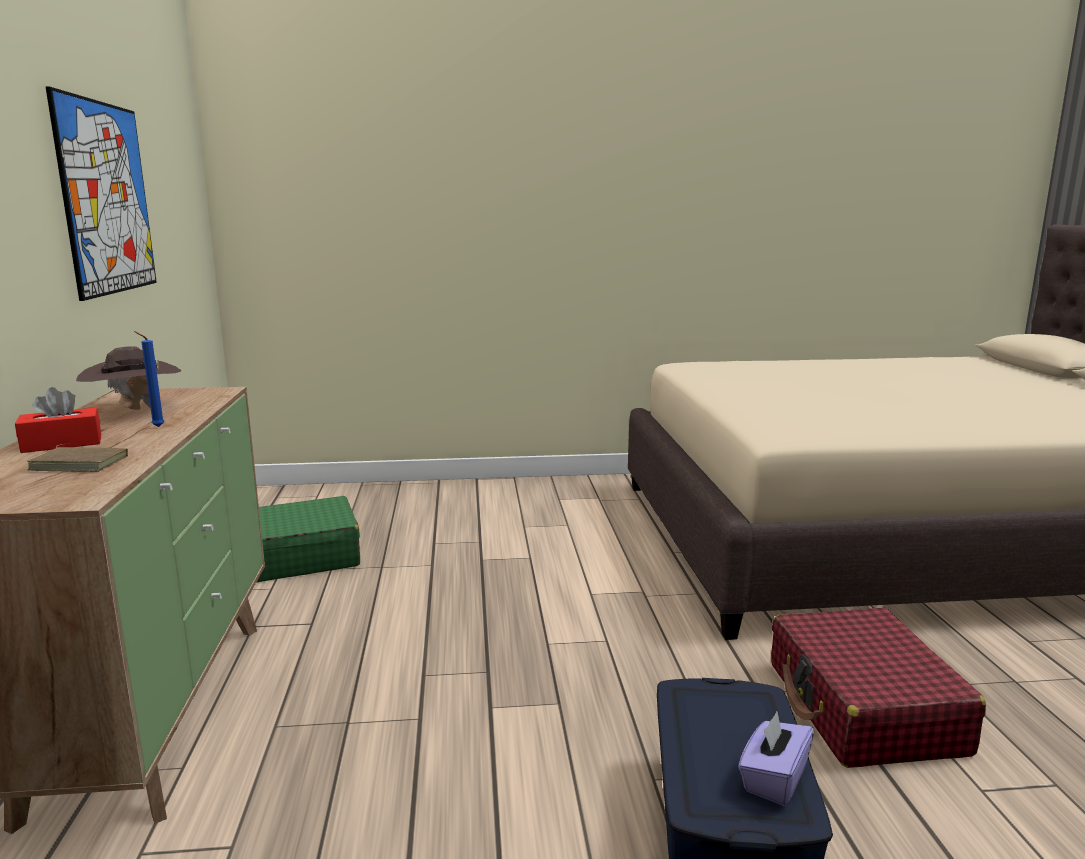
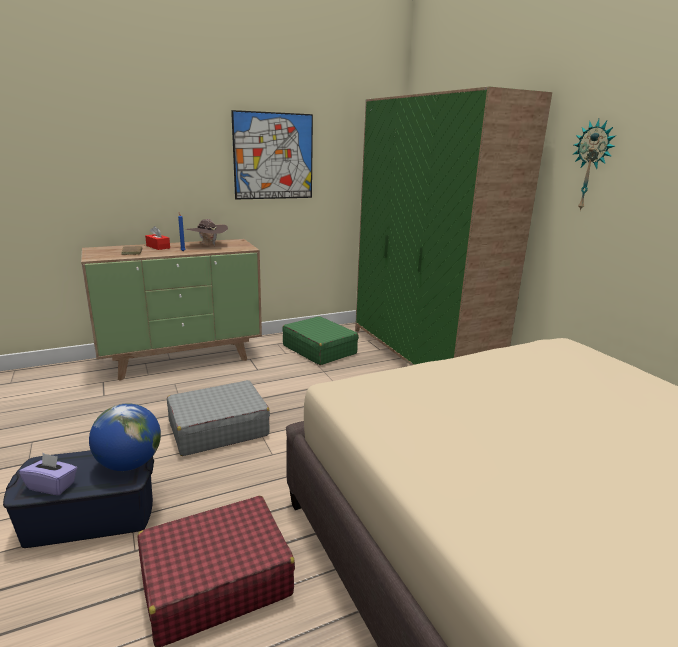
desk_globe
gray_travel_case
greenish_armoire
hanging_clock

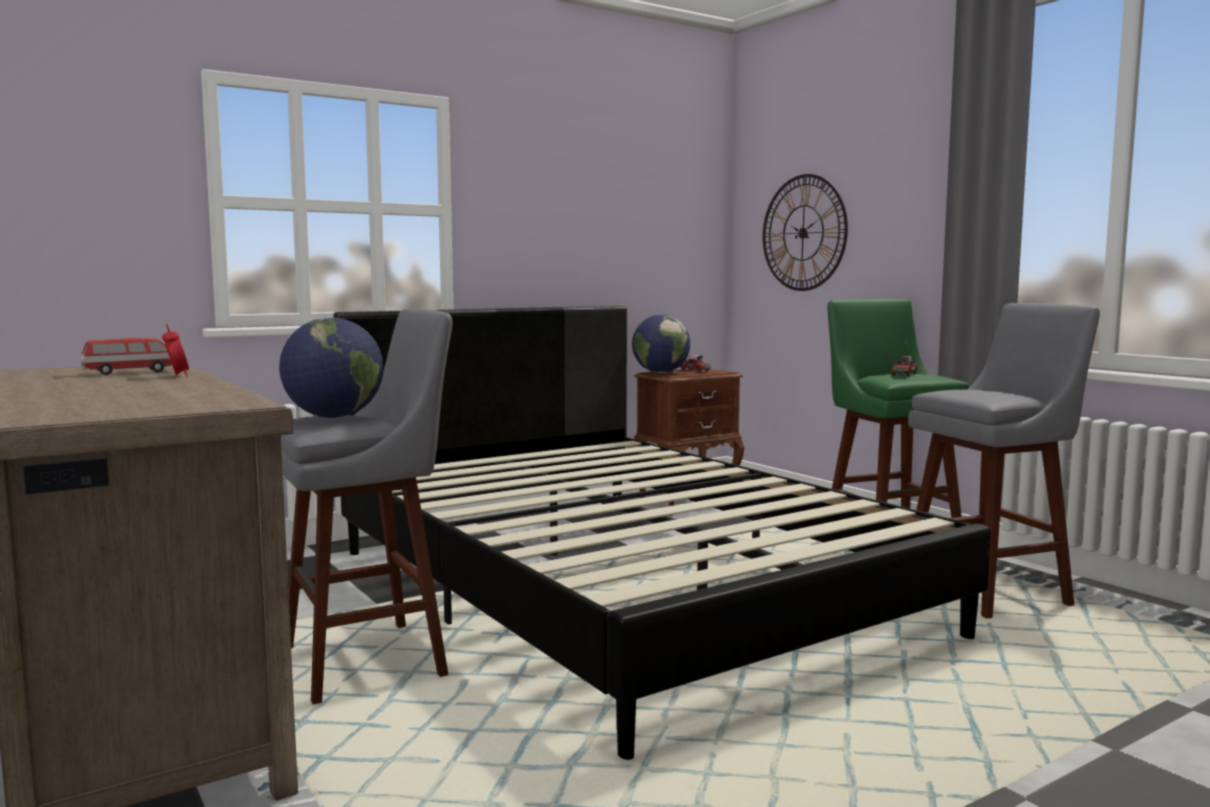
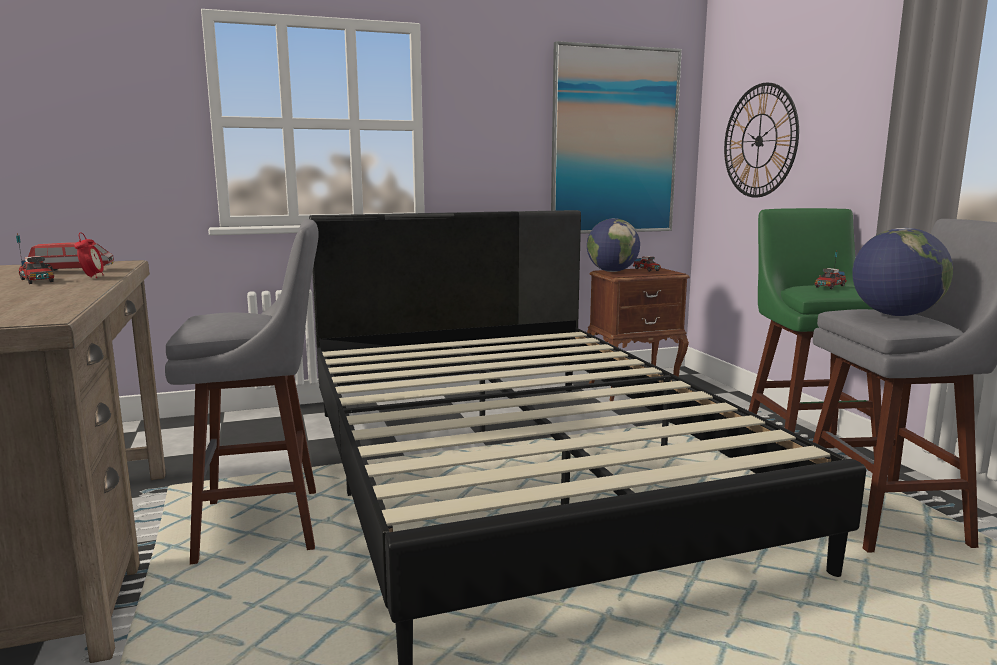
toy_truck (1st from left)
wall_picture
desk_globe (2nd from left)

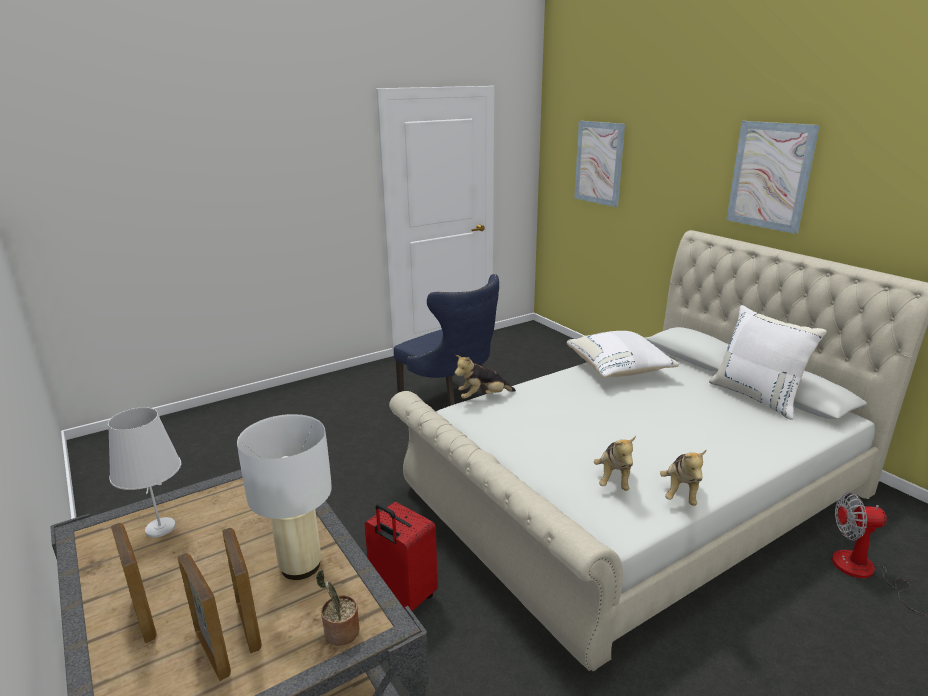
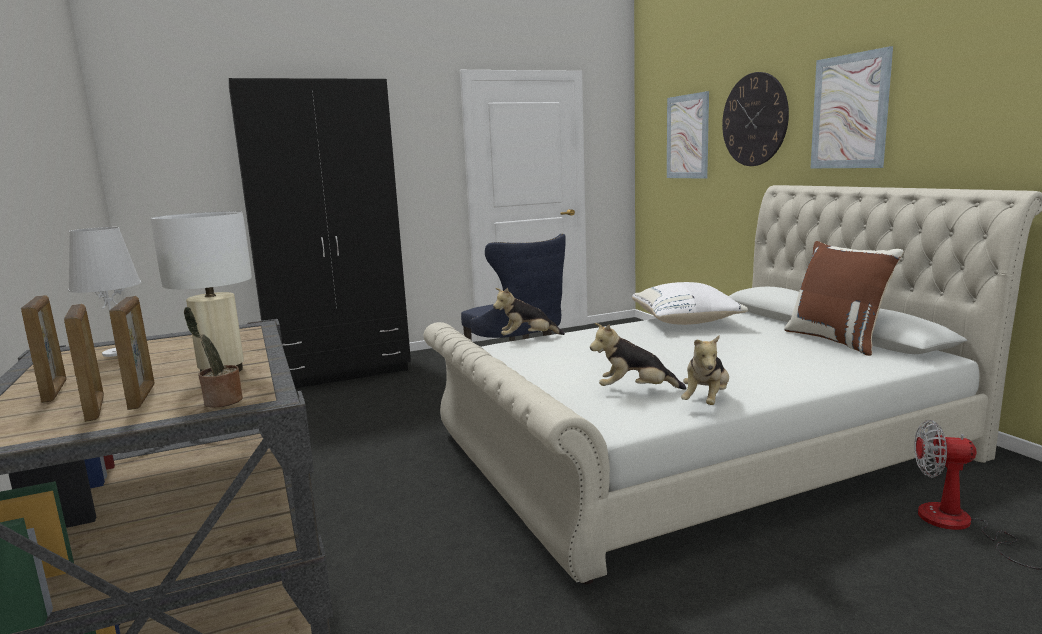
black_armoire
plush_toy (2nd from left)
hanging_clock
brownish_throw_pillow
reddish_travel_case

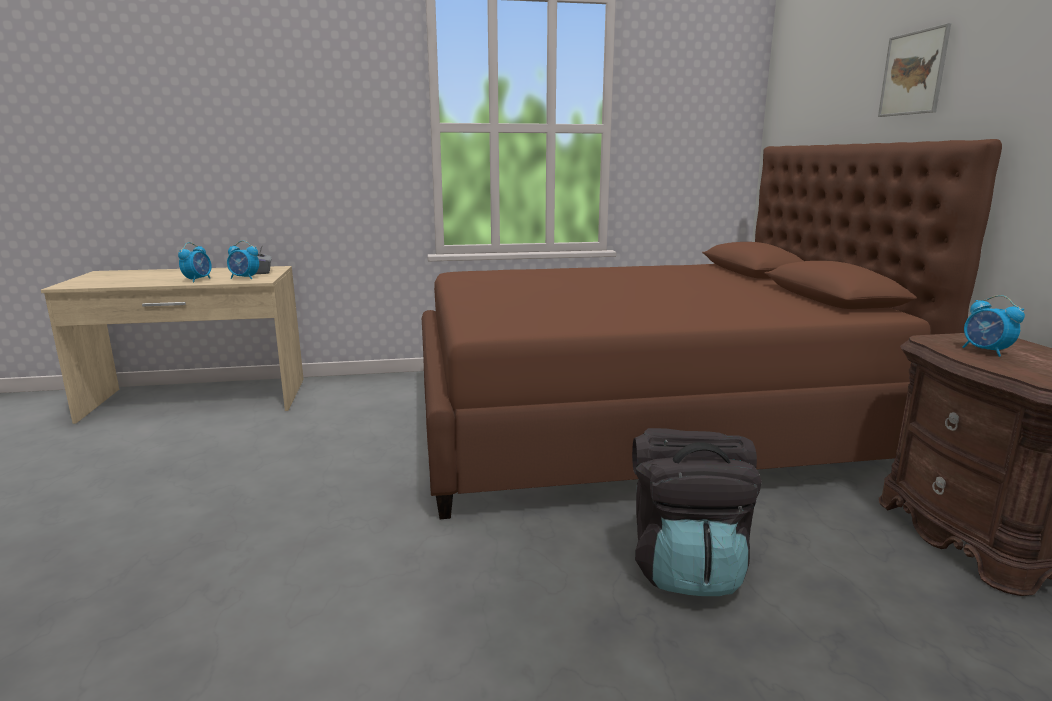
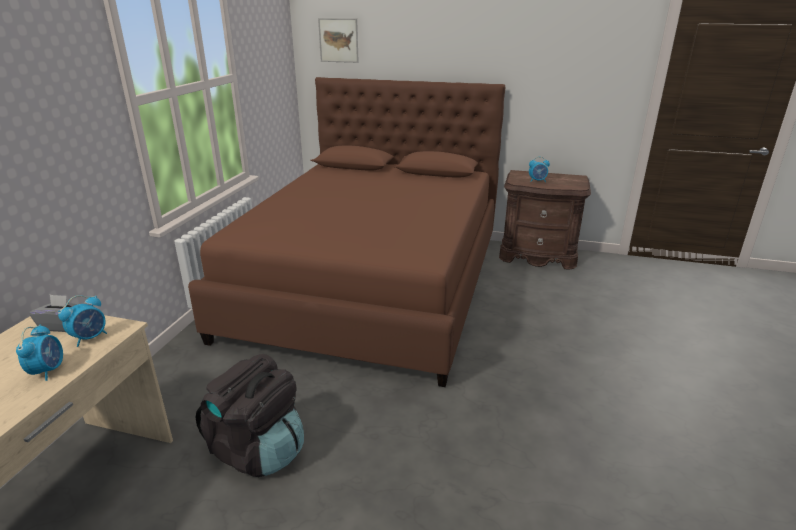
table_clock (1st from left)
black_backpack
wall_picture

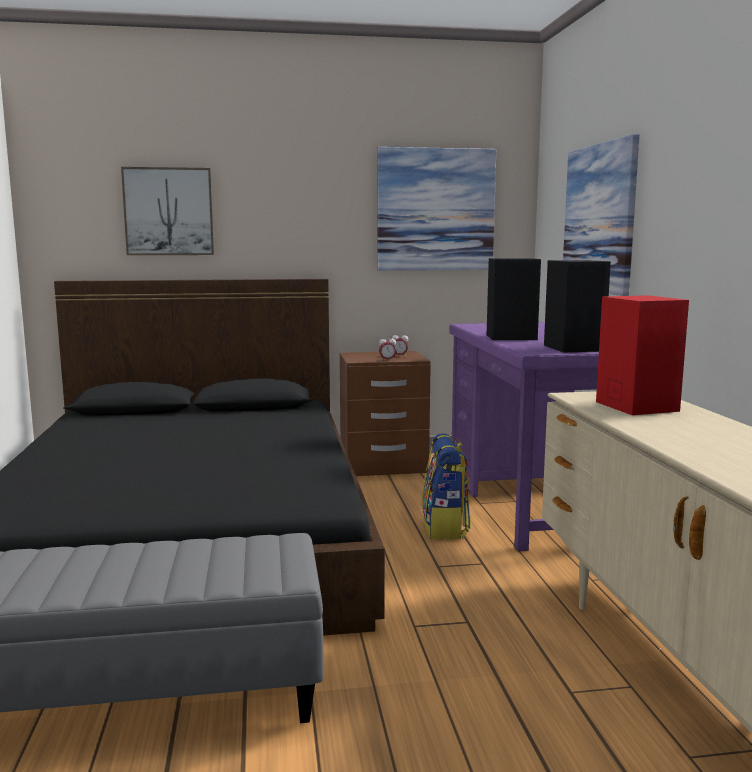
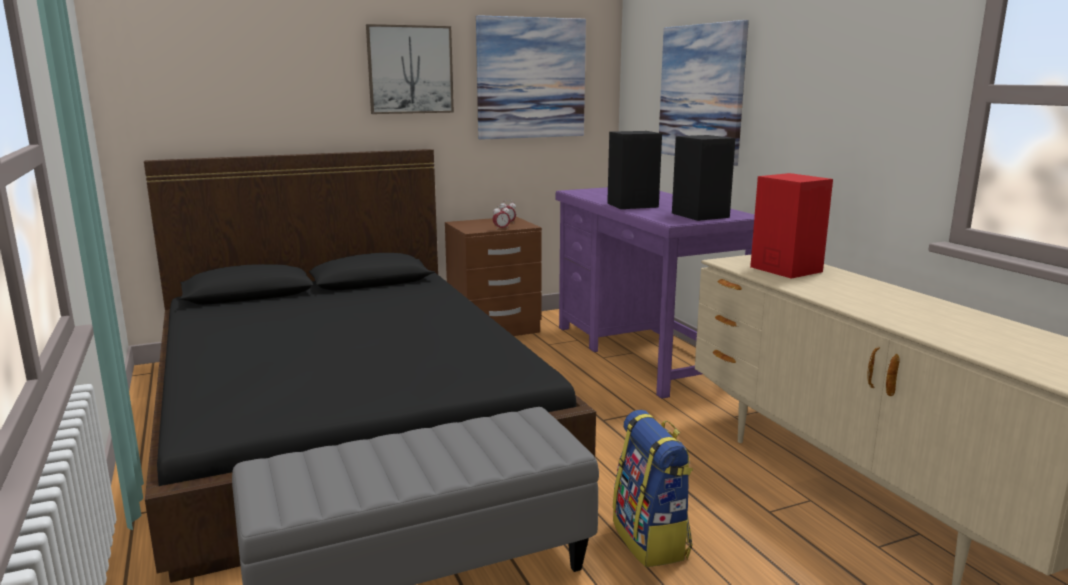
wall_picture (1st from left)
backpack

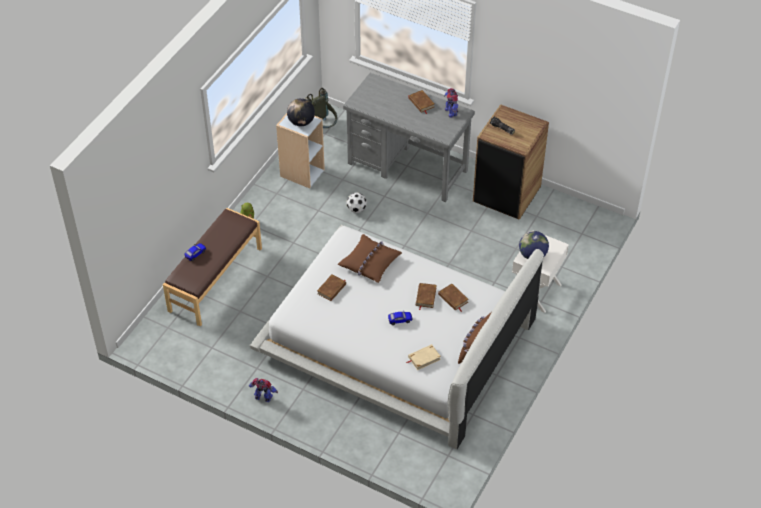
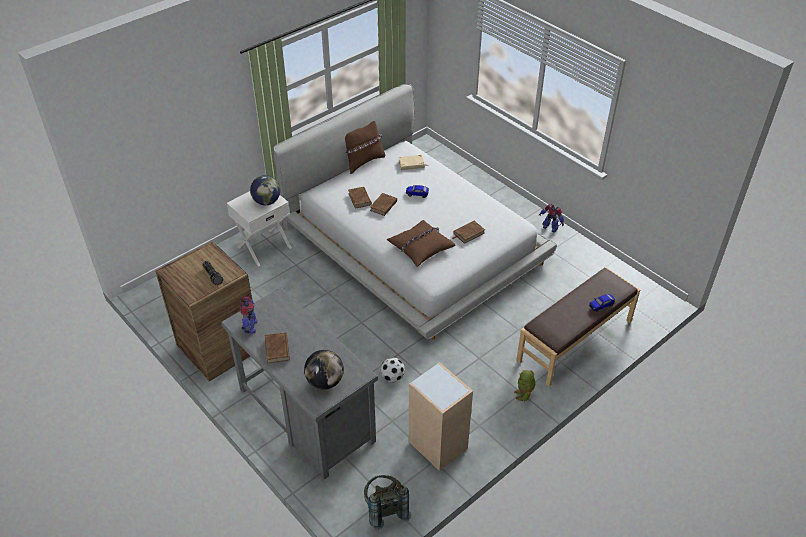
desk_globe (2nd from left)

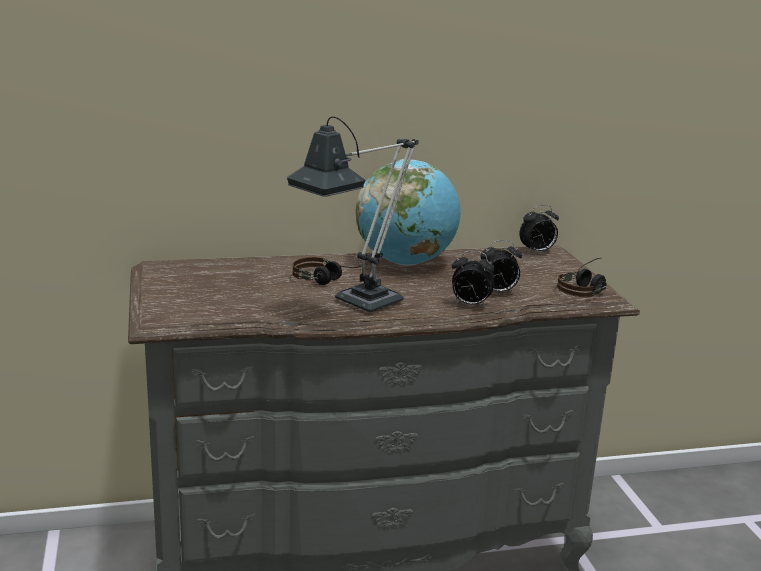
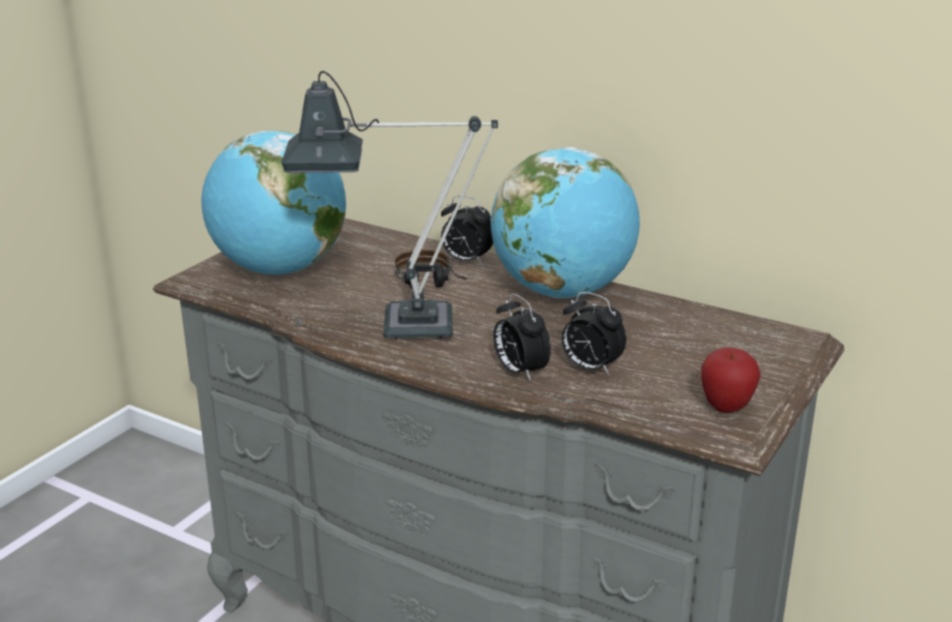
desk_globe (1st from left)
table_clock (1st from left)
apple

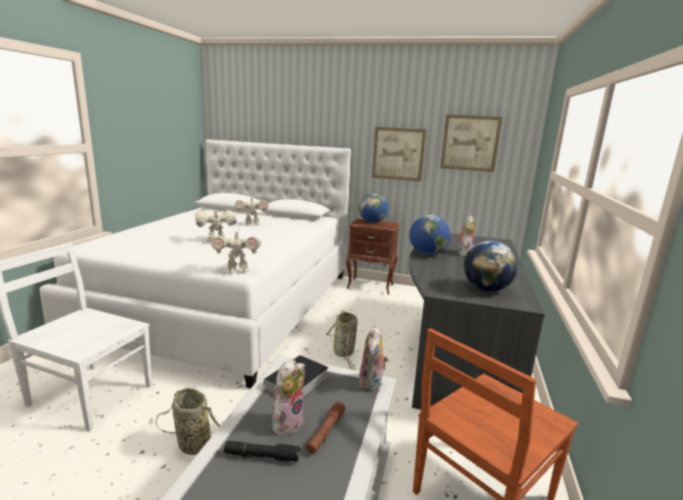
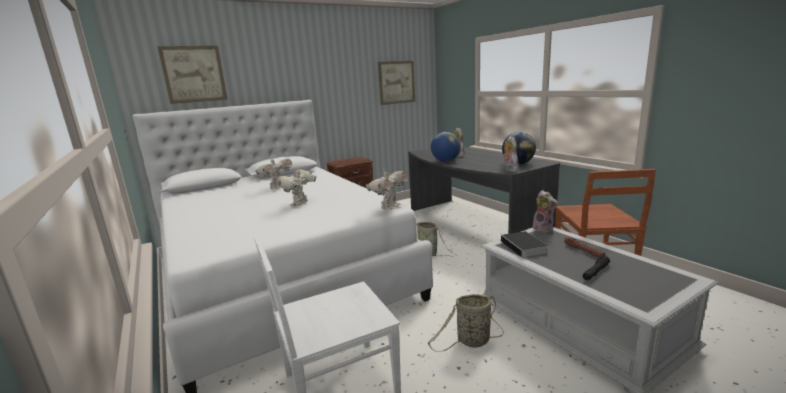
wall_picture (1st from left)
plush_toy (2nd from left)
desk_globe (1st from left in the first image)

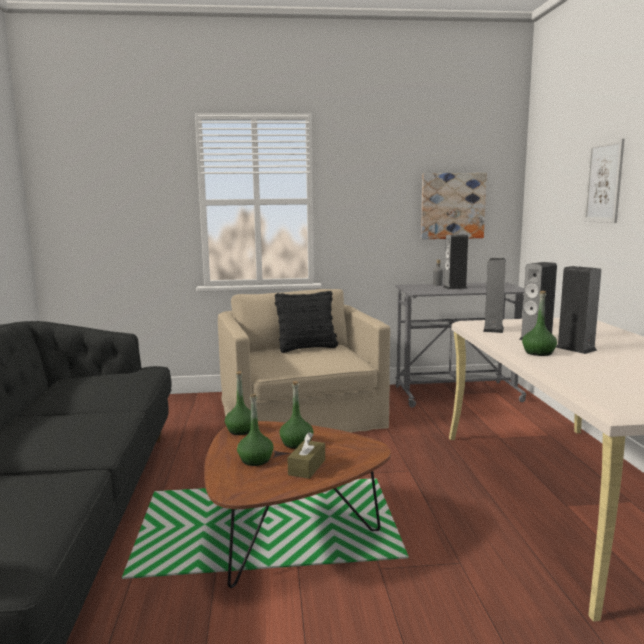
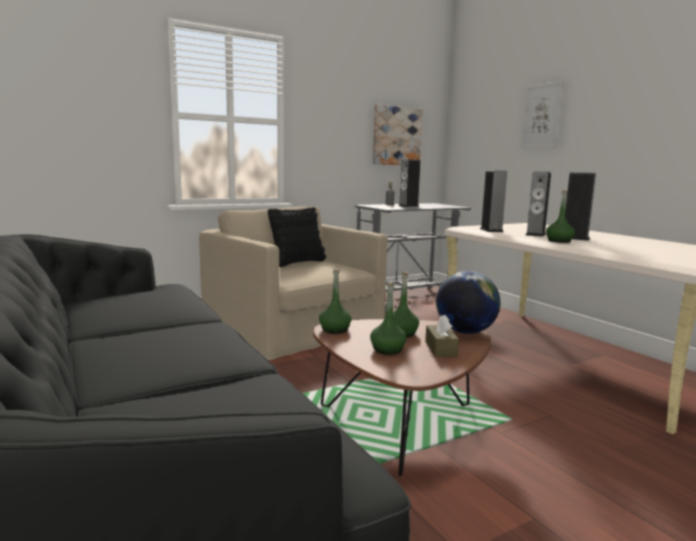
desk_globe

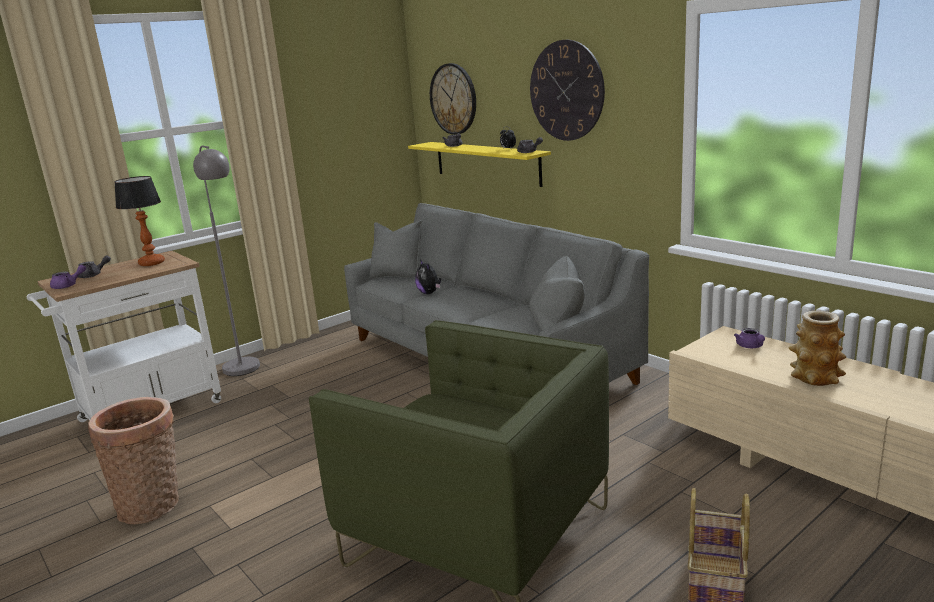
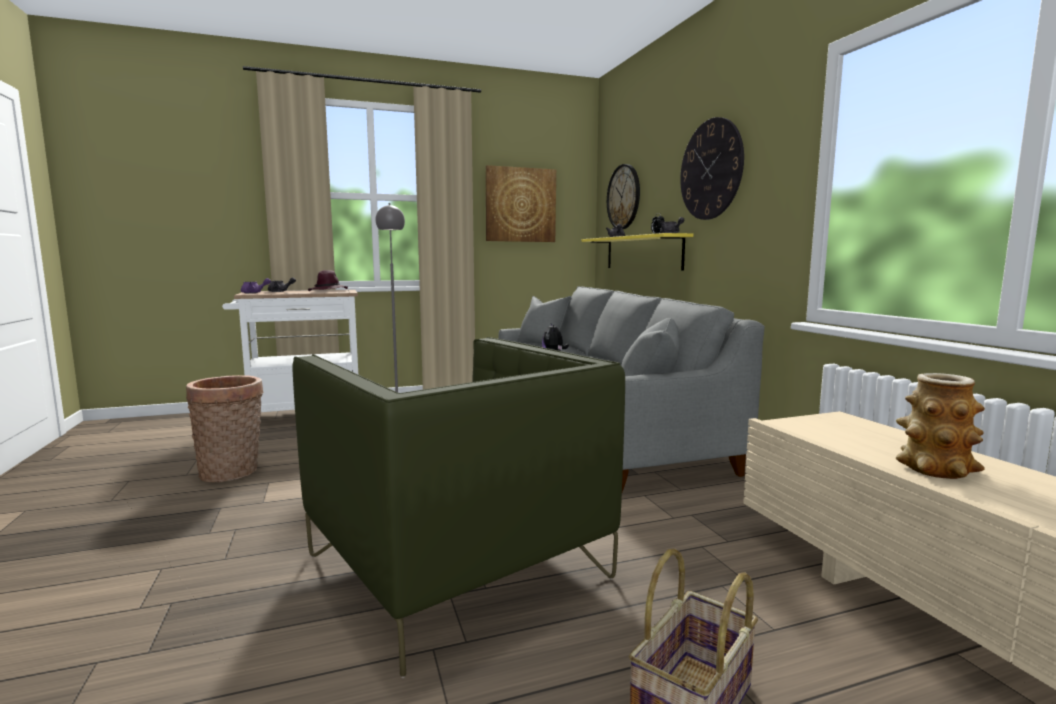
purplish_clothing_hat
wall_picture
purplish_pot_for_tea (2nd from left in the first image)

